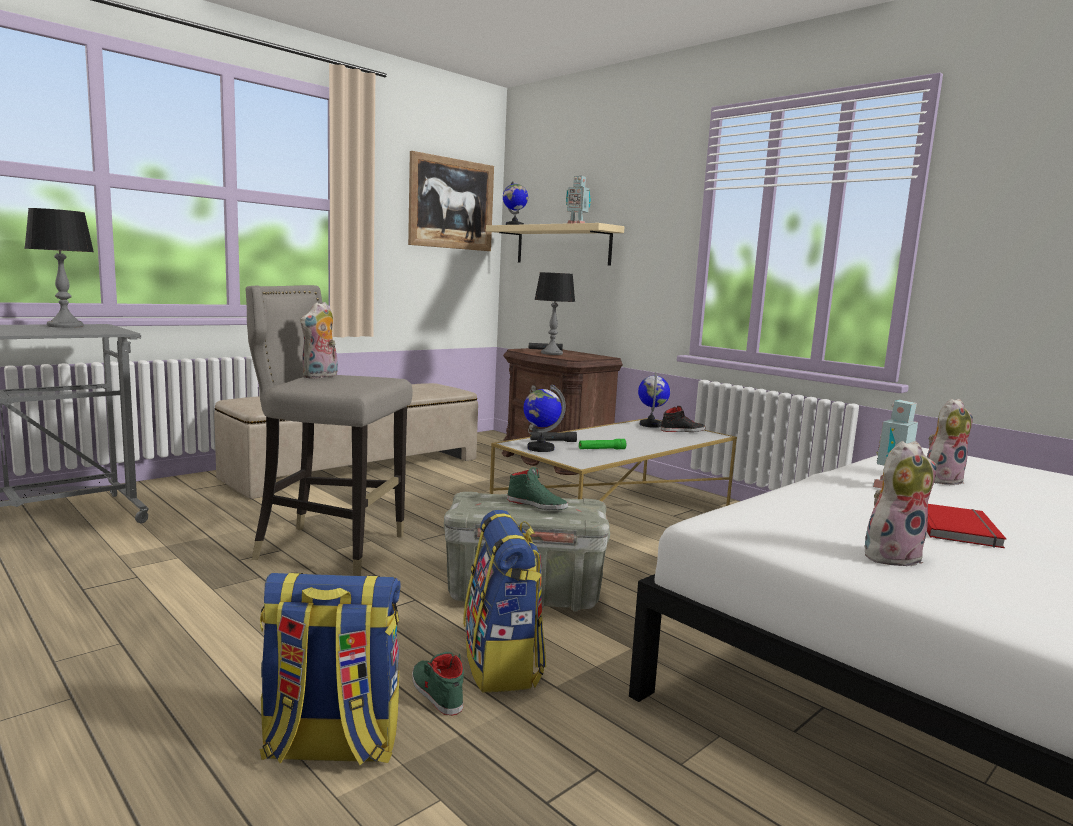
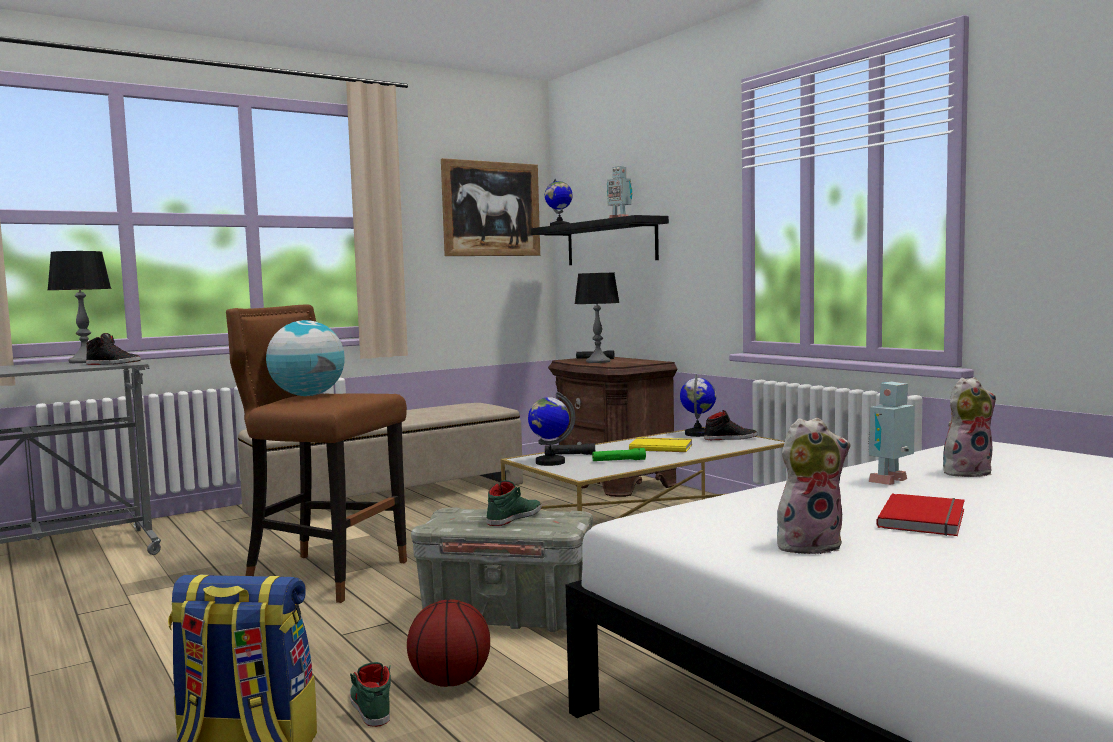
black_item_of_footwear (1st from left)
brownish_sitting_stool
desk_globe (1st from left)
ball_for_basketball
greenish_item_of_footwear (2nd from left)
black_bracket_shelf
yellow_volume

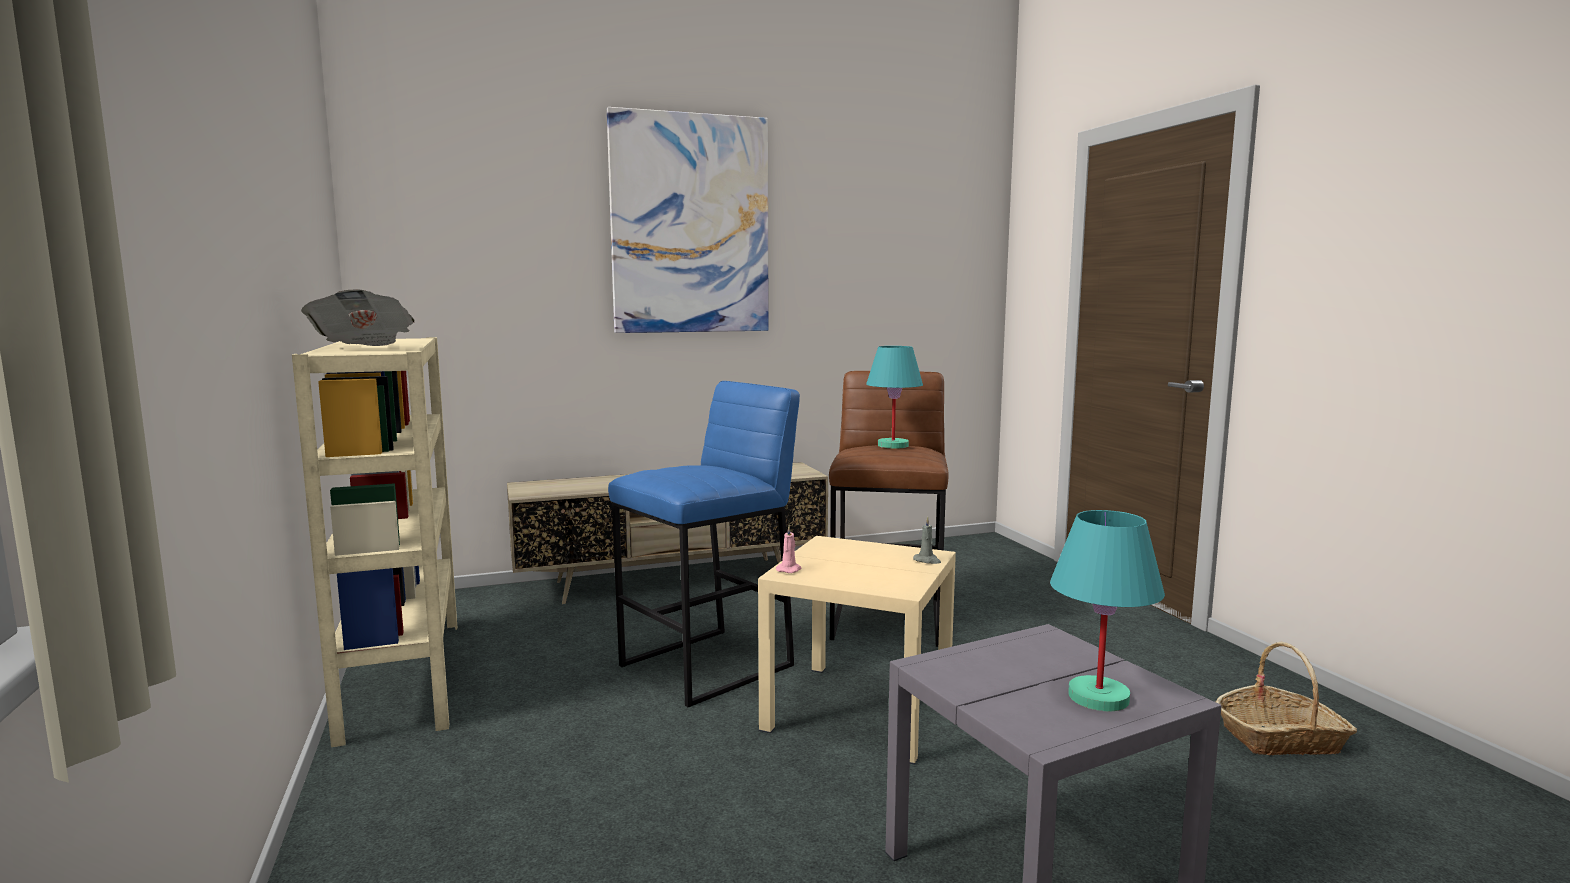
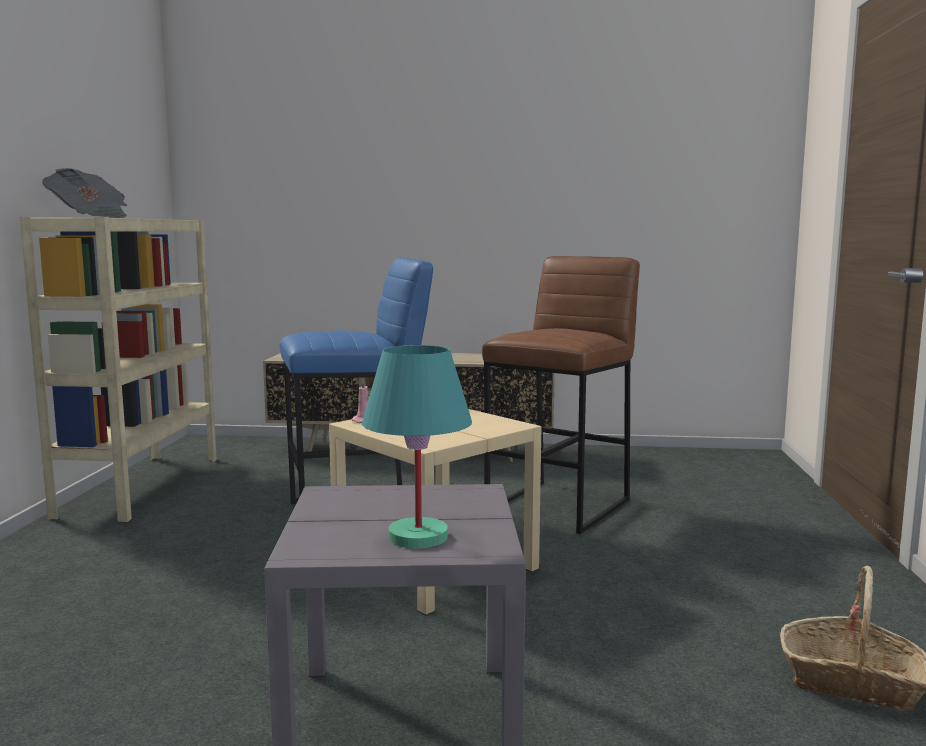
wall_picture
turquoise-coloured_tabletop_lamp (1st from left in the first image)
gray_wax_light

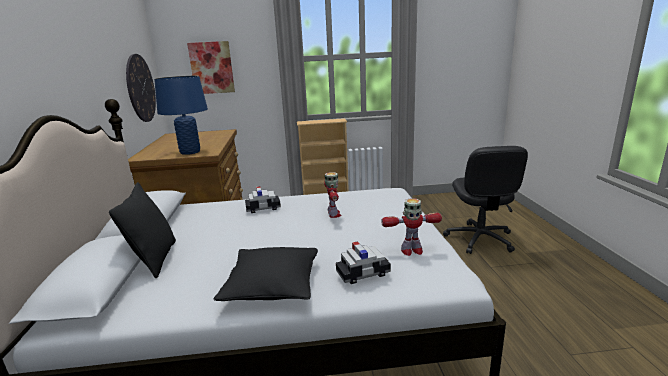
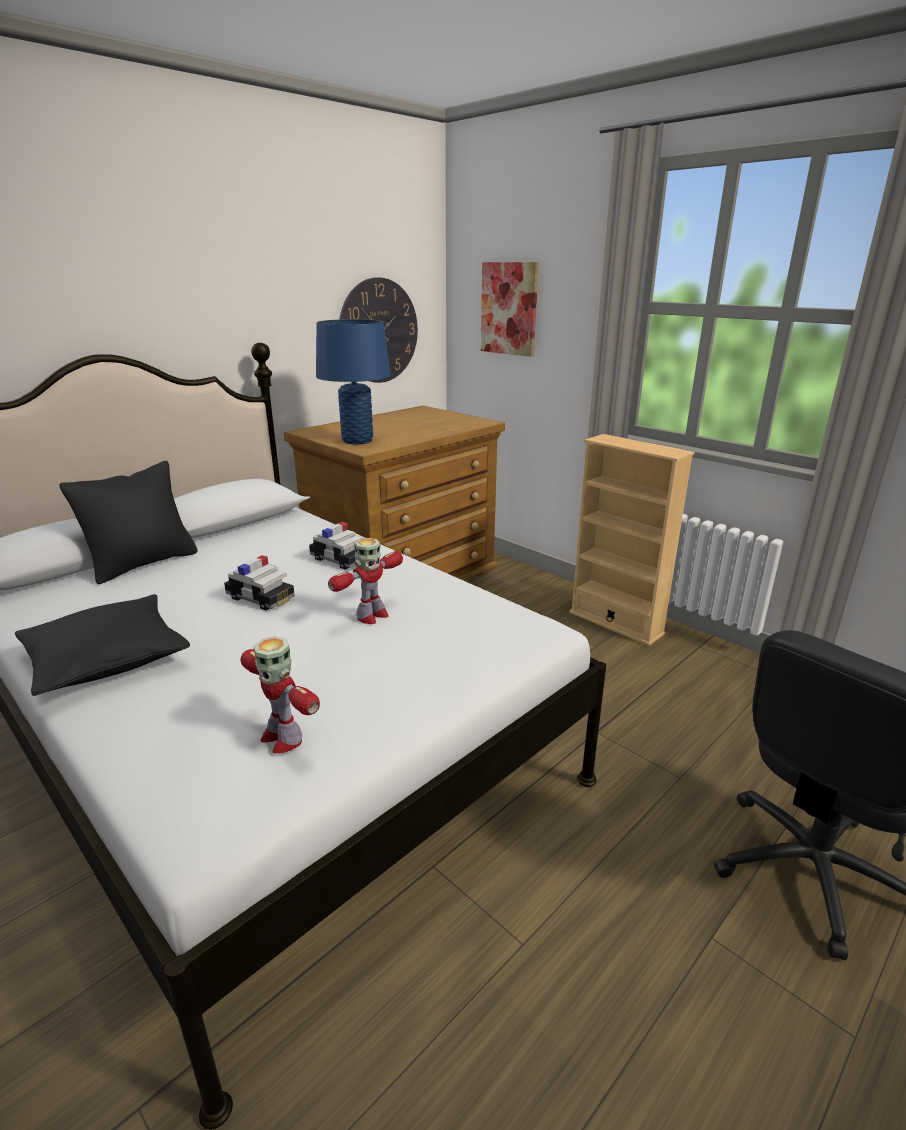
model_car (1st from left)

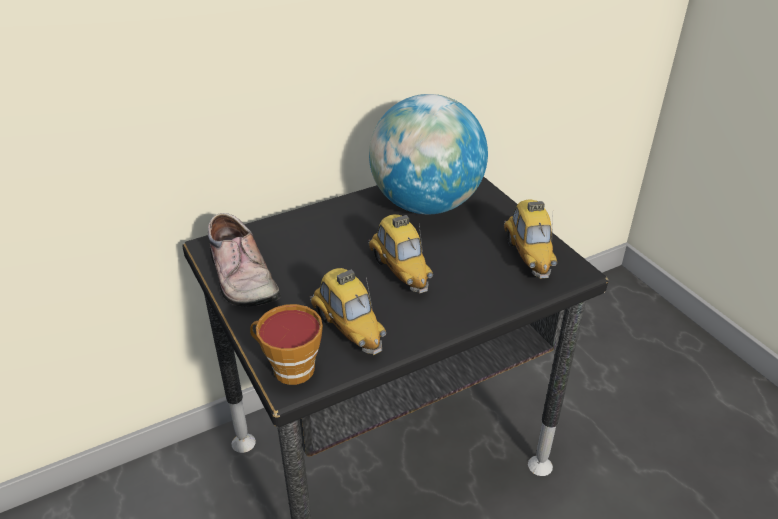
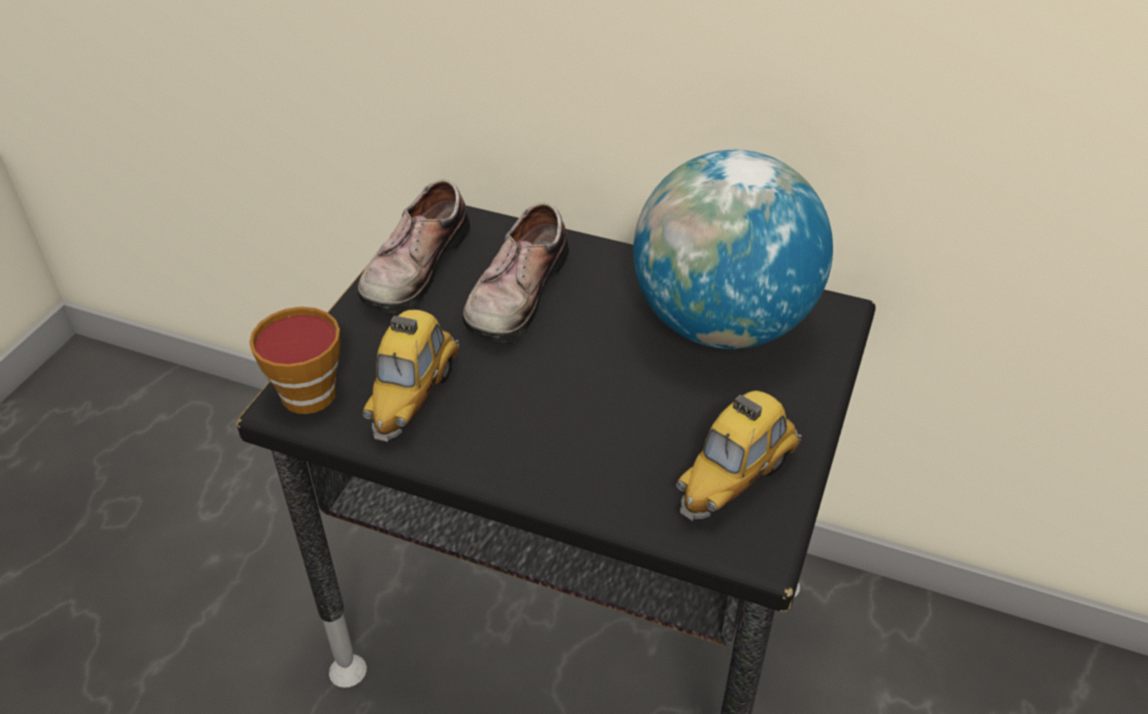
item_of_footwear (2nd from left)
model_car (2nd from left in the first image)

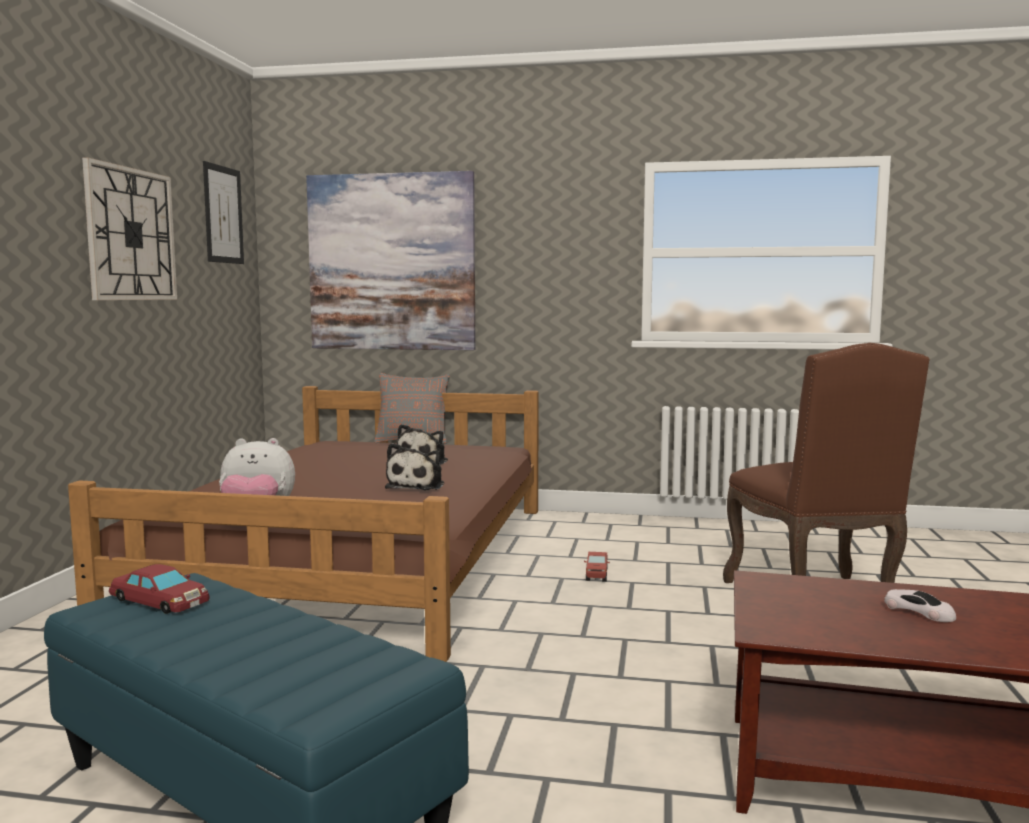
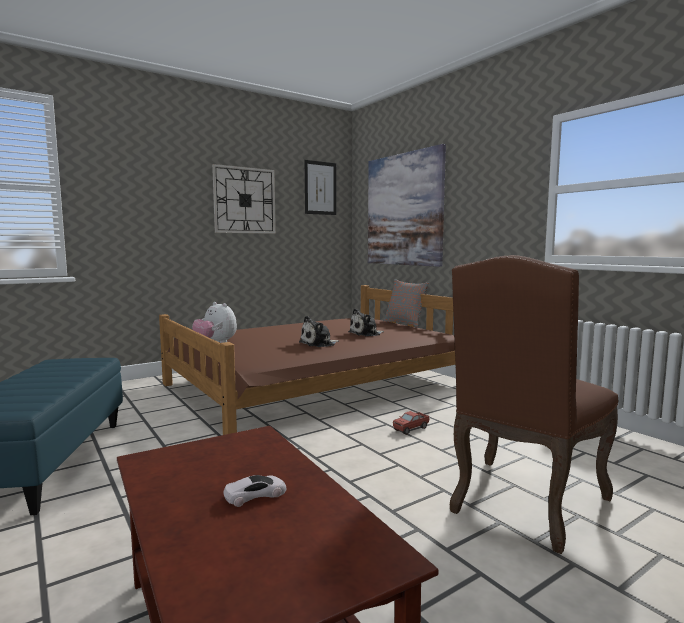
white-coloured_model_car
reddish_model_car

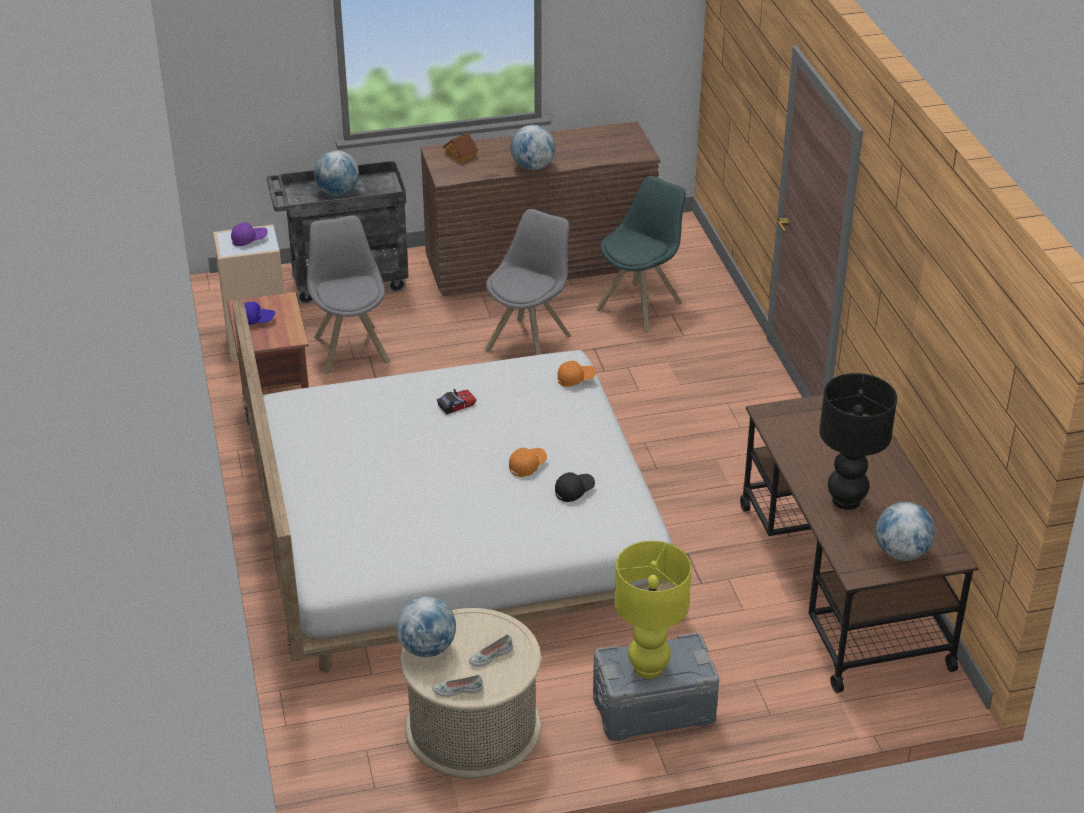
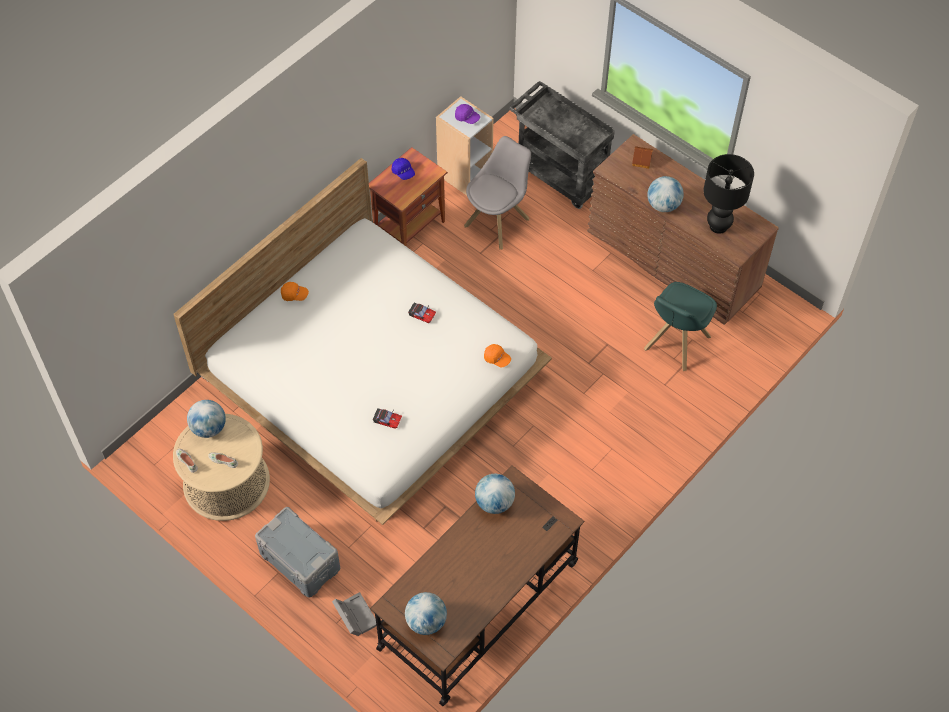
orange-coloured_cap (1st from left)
gray_storage_bin (2nd from left)
model_car (1st from left)
desk_globe (3rd from left)
turquoise-coloured_plain_chair
black_tabletop_lamp
gray_plain_chair (2nd from left in the first image)
yellow_tabletop_lamp

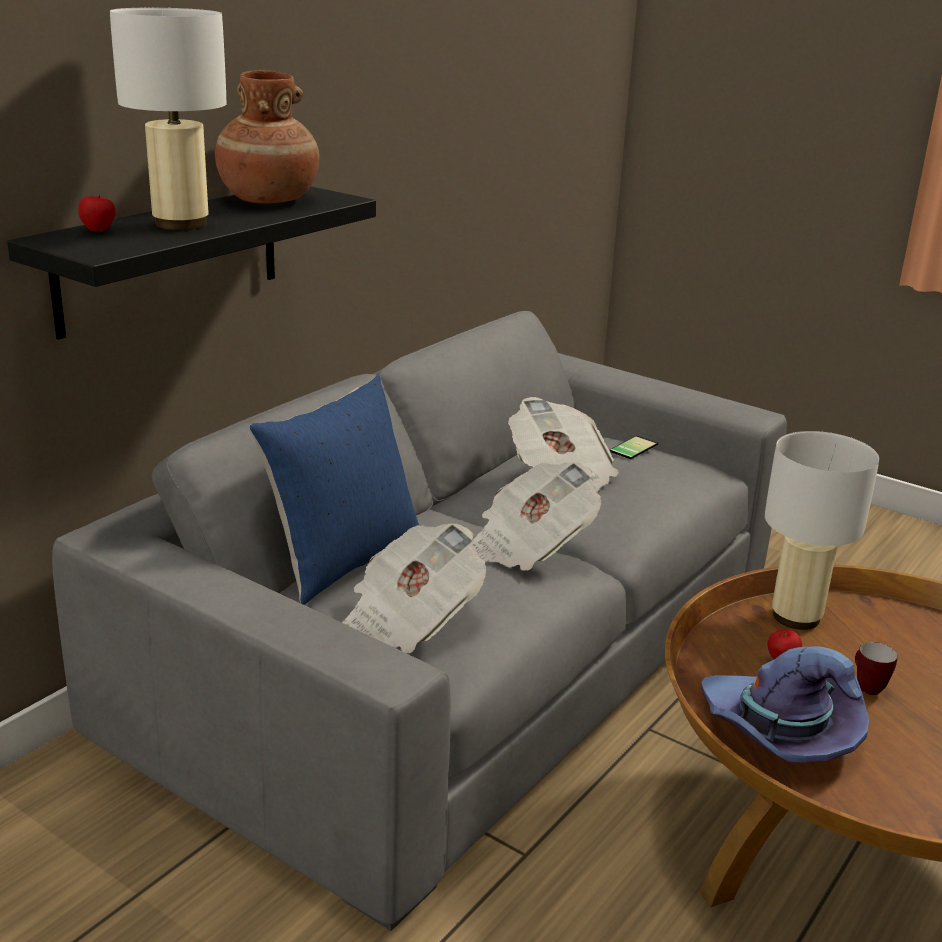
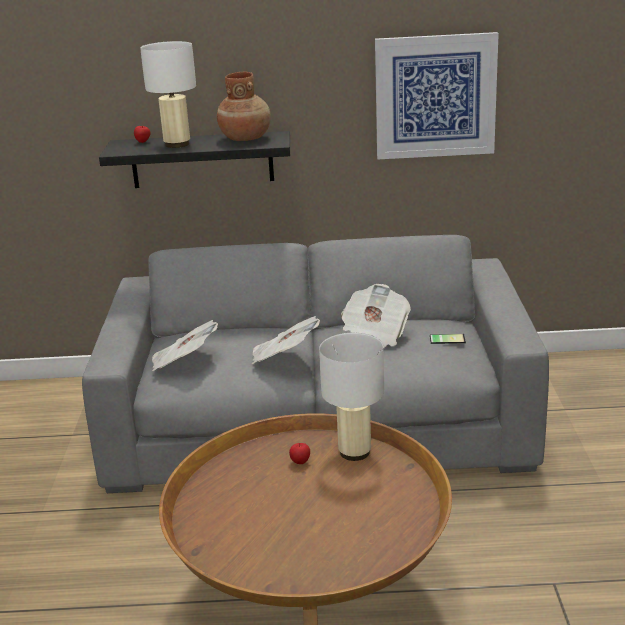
wall_picture
bluish_throw_pillow
purplish_clothing_hat
tea_mug

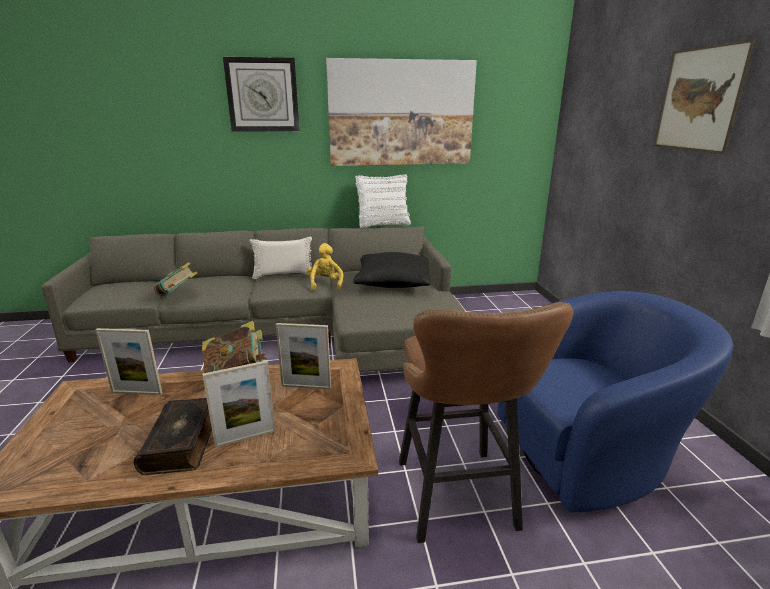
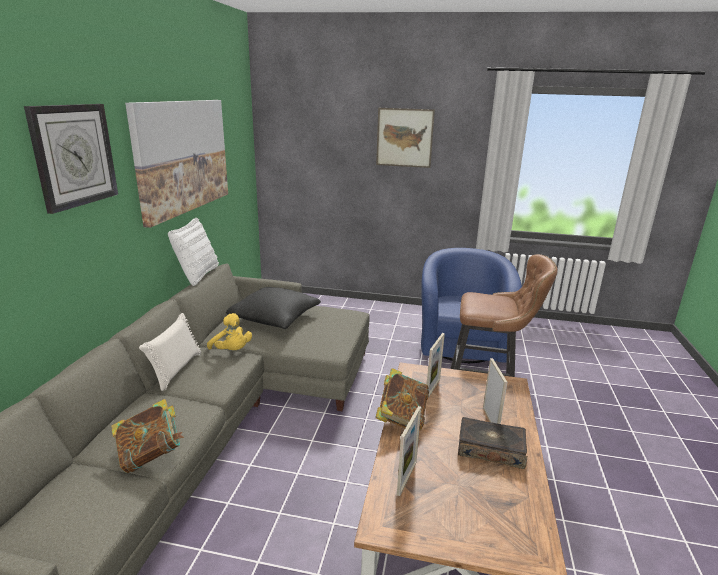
yellow_plush_toy

